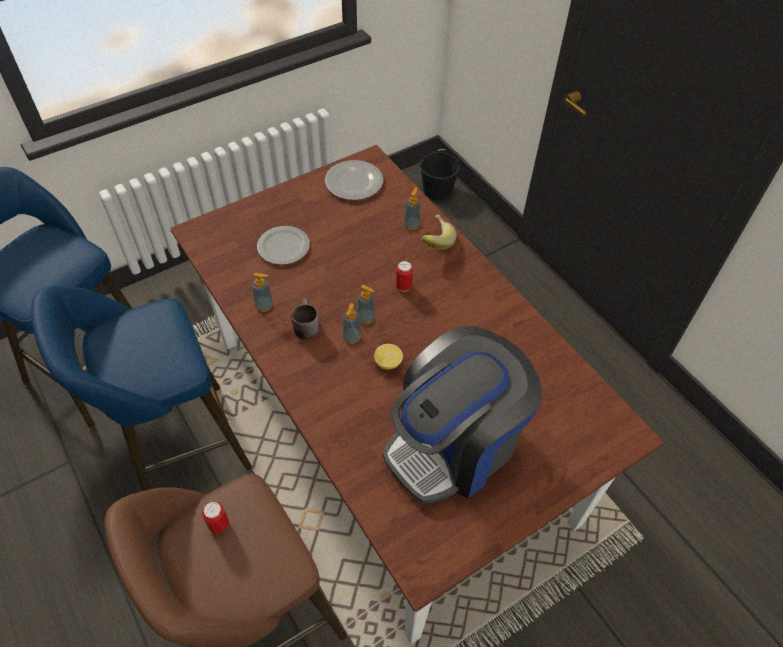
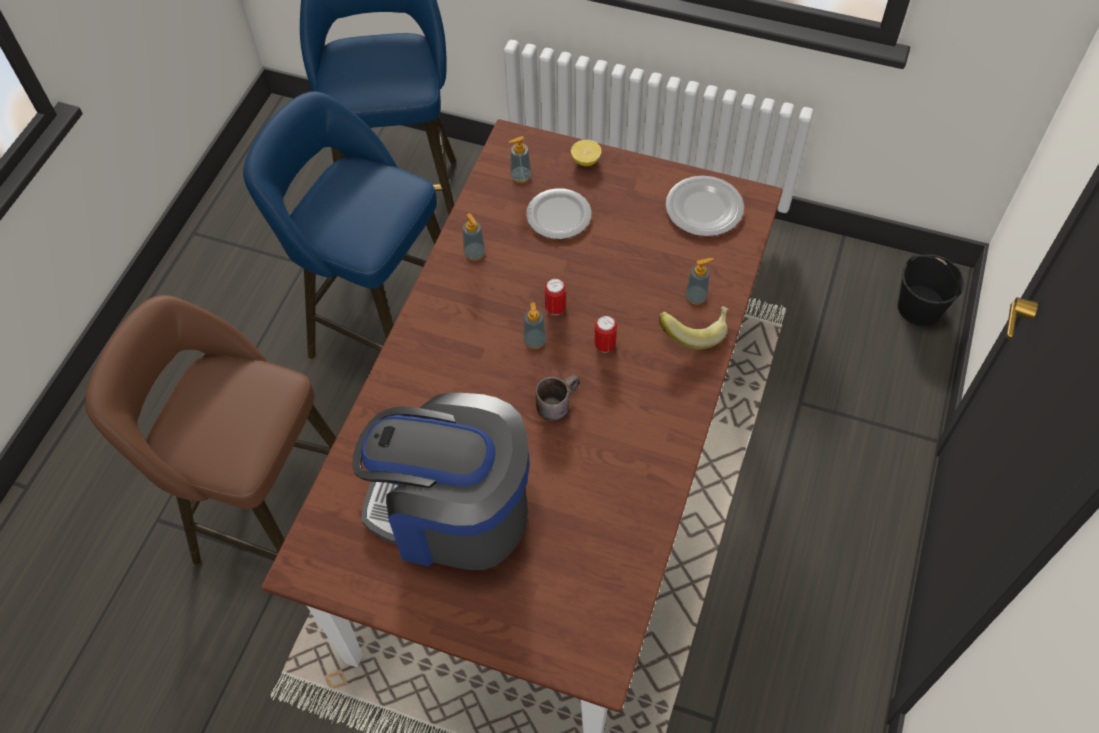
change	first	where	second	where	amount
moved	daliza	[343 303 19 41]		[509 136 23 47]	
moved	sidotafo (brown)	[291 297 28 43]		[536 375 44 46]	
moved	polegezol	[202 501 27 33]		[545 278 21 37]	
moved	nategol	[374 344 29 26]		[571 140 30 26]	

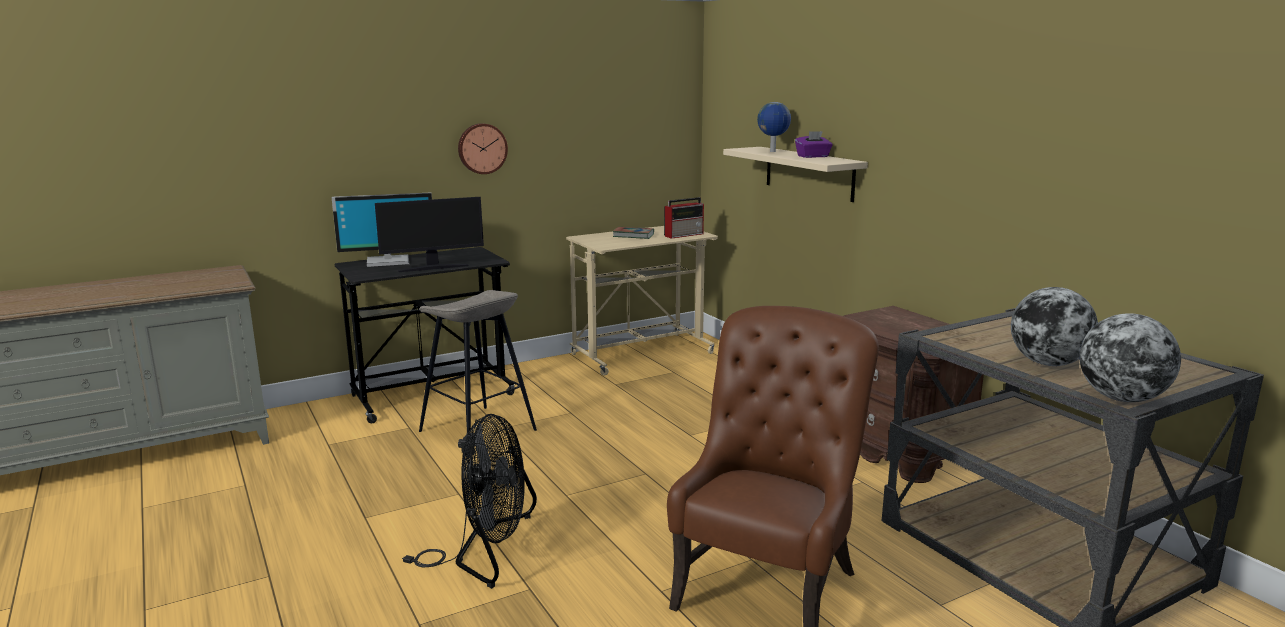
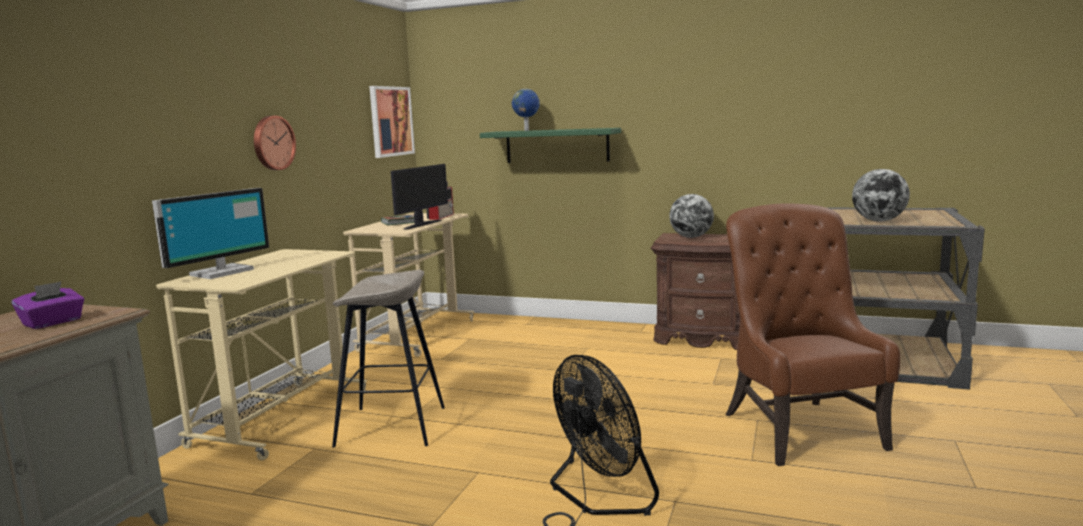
change	first	where	second	where	amount
moved	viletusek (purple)	[795 131 38 27]		[12 281 72 48]	
recoloured	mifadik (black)	[334 247 181 176]	mifadik (beige)	[156 249 211 211]	
added			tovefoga	[369 86 46 72]	
moved	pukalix	[375 197 109 75]		[391 164 57 66]	
recoloured	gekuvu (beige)	[723 147 145 55]	gekuvu (green)	[480 128 141 35]	
moved	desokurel	[1079 313 102 89]		[669 194 45 44]	

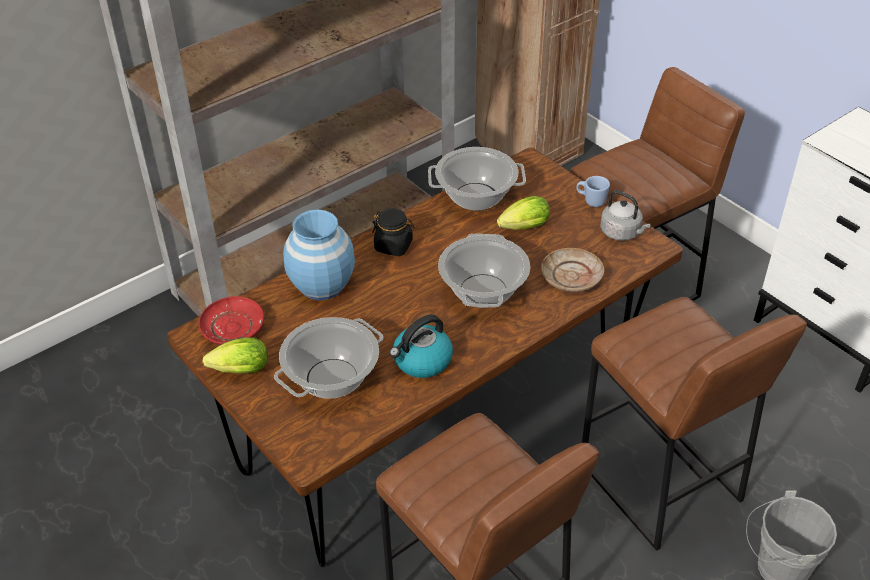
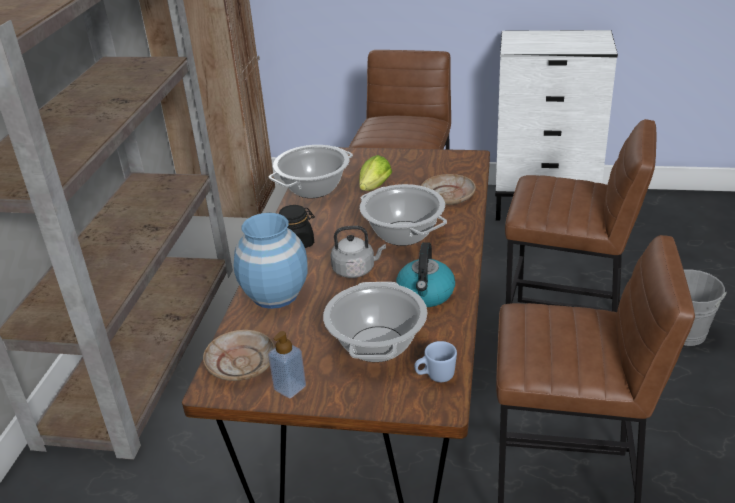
change	first	where	second	where	amount
recoloured	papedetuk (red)	[198 296 66 49]	papedetuk (beige)	[203 330 72 51]	
replaced	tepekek	[202 337 65 37]	daliza	[268 331 38 67]	
moved	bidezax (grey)	[600 190 51 51]		[330 226 56 52]	
moved	sidotafo (blue)	[577 176 33 31]		[414 341 43 41]	

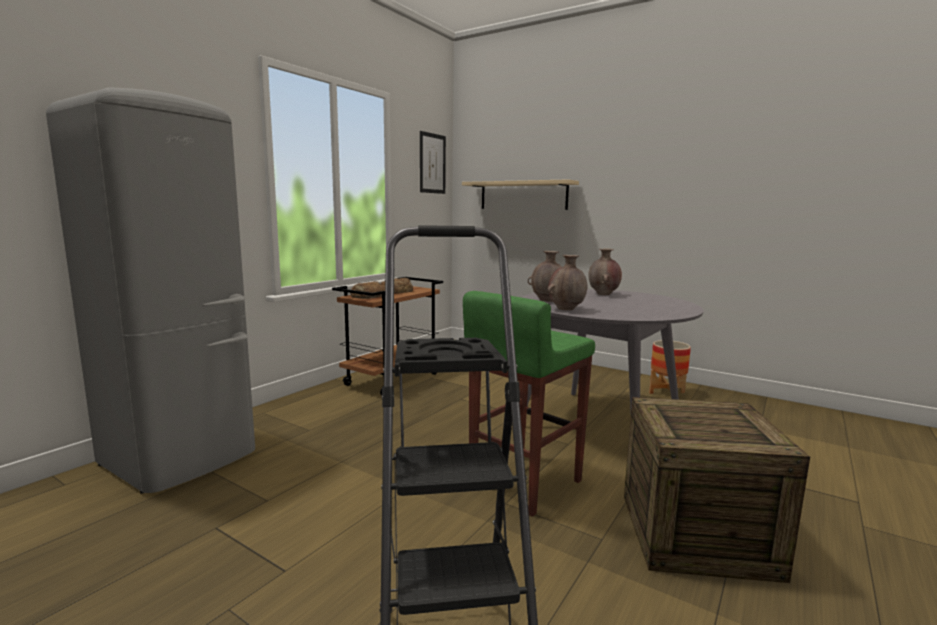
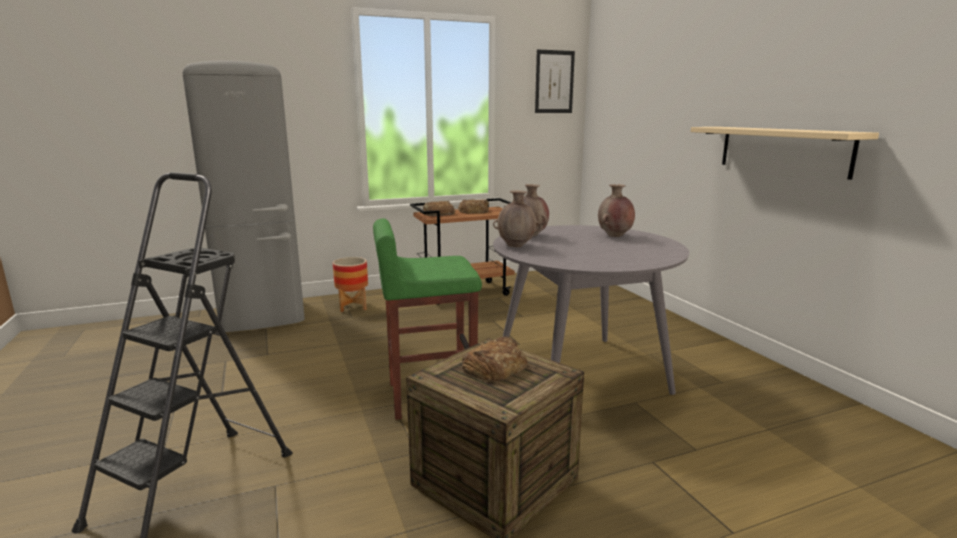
change	first	where	second	where	amount
moved	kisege	[649 340 42 54]		[333 257 35 55]	
added			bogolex	[462 337 66 44]	
moved	gekuvu (beige)	[462 179 117 31]		[690 127 189 53]	

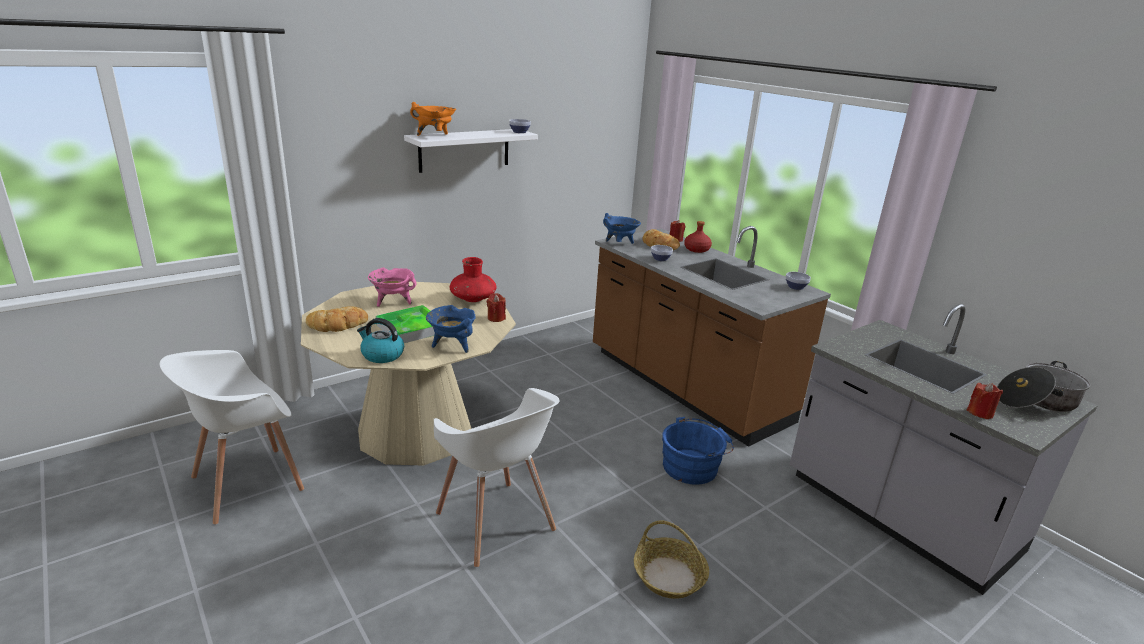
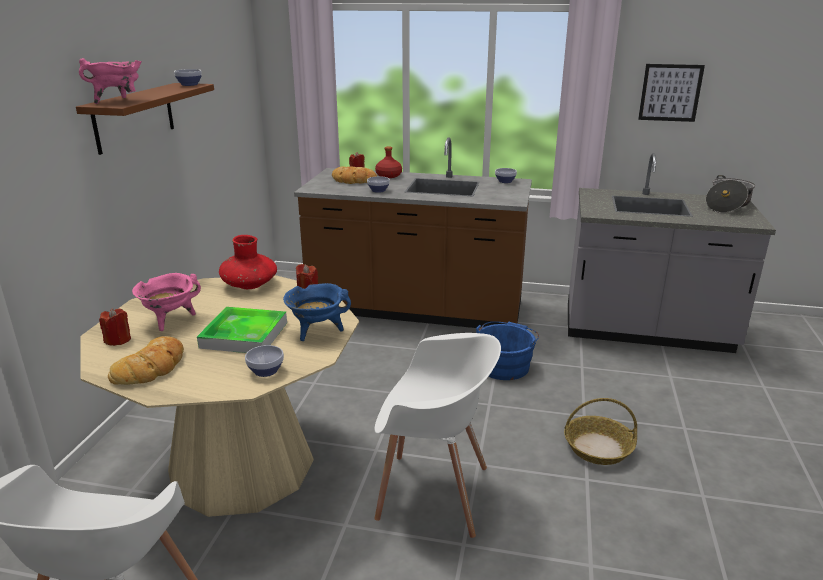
change	first	where	second	where	amount
recoloured	gekuvu (white)	[404 129 134 44]	gekuvu (brown)	[76 83 138 72]	
recoloured	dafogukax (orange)	[410 102 46 34]	dafogukax (pink)	[79 58 63 46]	
moved	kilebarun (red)	[967 383 36 36]		[99 308 32 38]	
replaced	bidezax	[357 318 47 45]	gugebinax	[245 345 39 32]	
added			tovefoga	[638 64 67 58]	
removed	dafogukax (blue)	[603 213 38 31]			

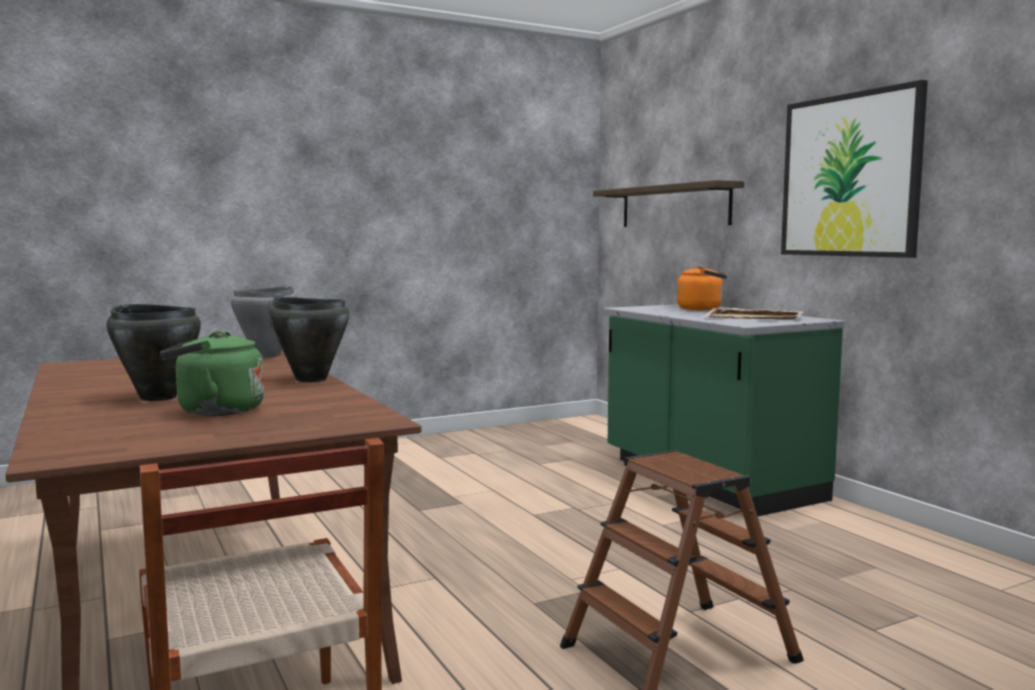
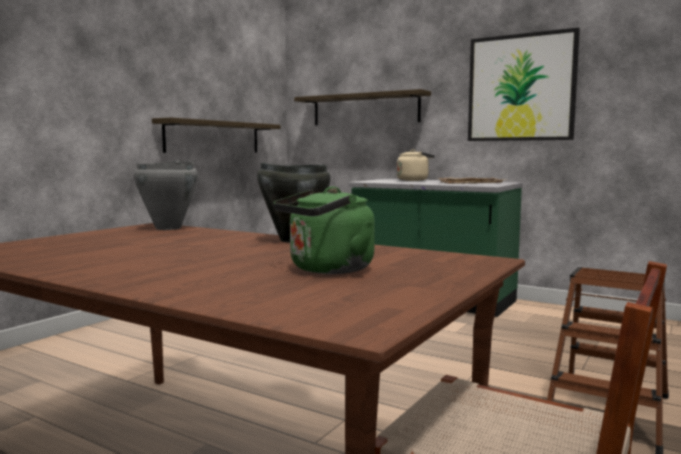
change	first	where	second	where	amount
added			gekuvu	[152 117 129 36]	
recoloured	bidezax (orange)	[677 265 50 45]	bidezax (beige)	[397 149 38 32]	
removed	dafogukax (black)	[106 304 95 97]			

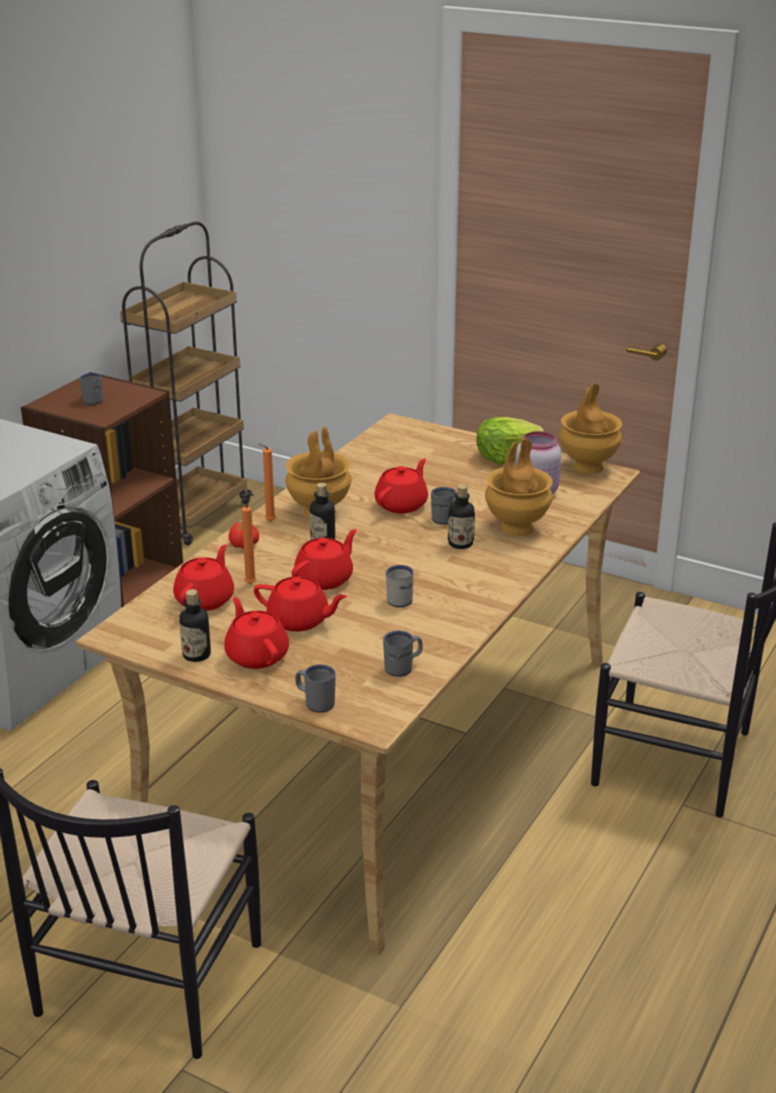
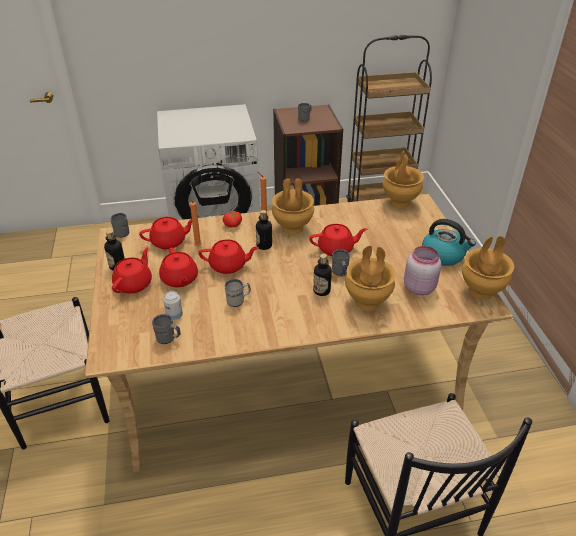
change	first	where	second	where	amount
moved	sidotafo (grey)	[295 664 41 49]		[110 213 19 25]	
added			polegezol	[163 291 20 29]	
added			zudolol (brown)	[383 151 41 57]	
replaced	tepekek	[476 417 68 48]	bidezax	[422 219 54 47]	

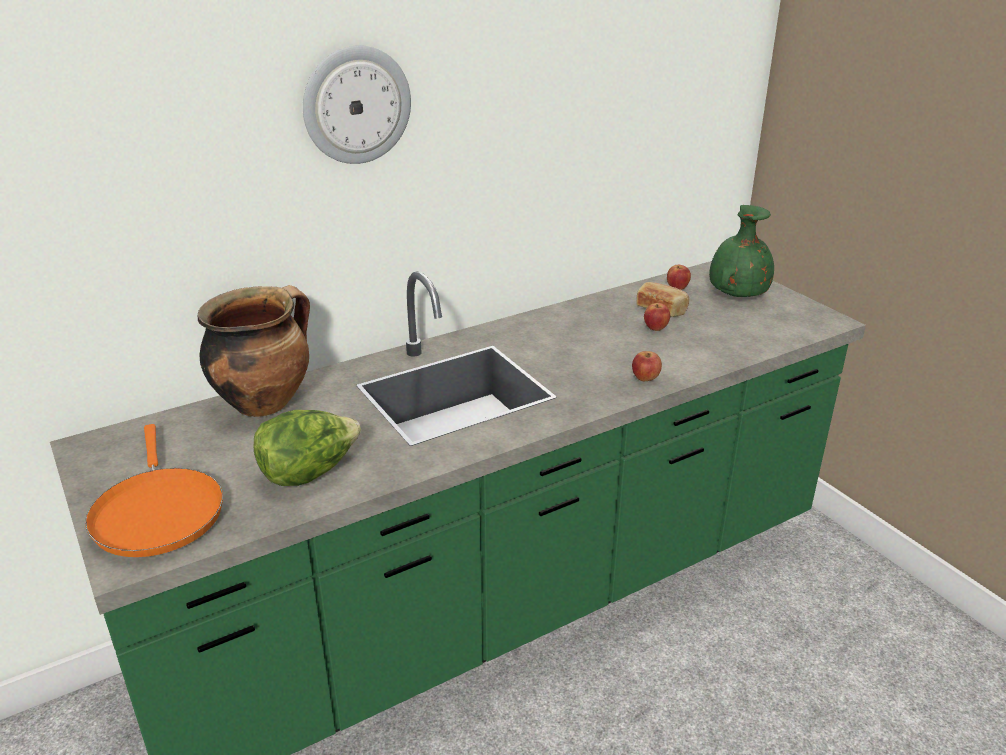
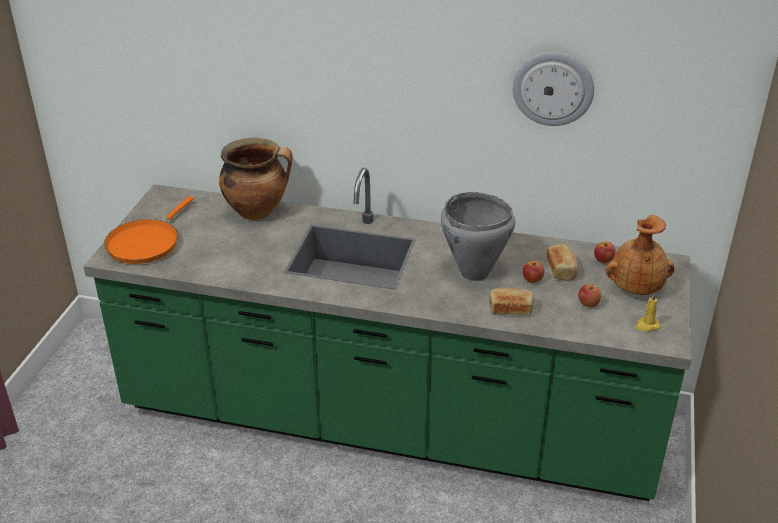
change	first	where	second	where	amount
added			dafogukax (grey)	[441 192 74 89]	
added			bogolex	[489 288 45 28]	
moved	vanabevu	[303 45 108 119]		[512 52 82 74]	
moved	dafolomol	[632 351 30 30]		[578 284 23 23]	
recoloured	zudolol (green)	[709 205 65 92]	zudolol (brown)	[605 215 69 80]	
added			kilebarun (yellow)	[635 292 25 40]	
removed	tepekek	[254 410 107 76]			

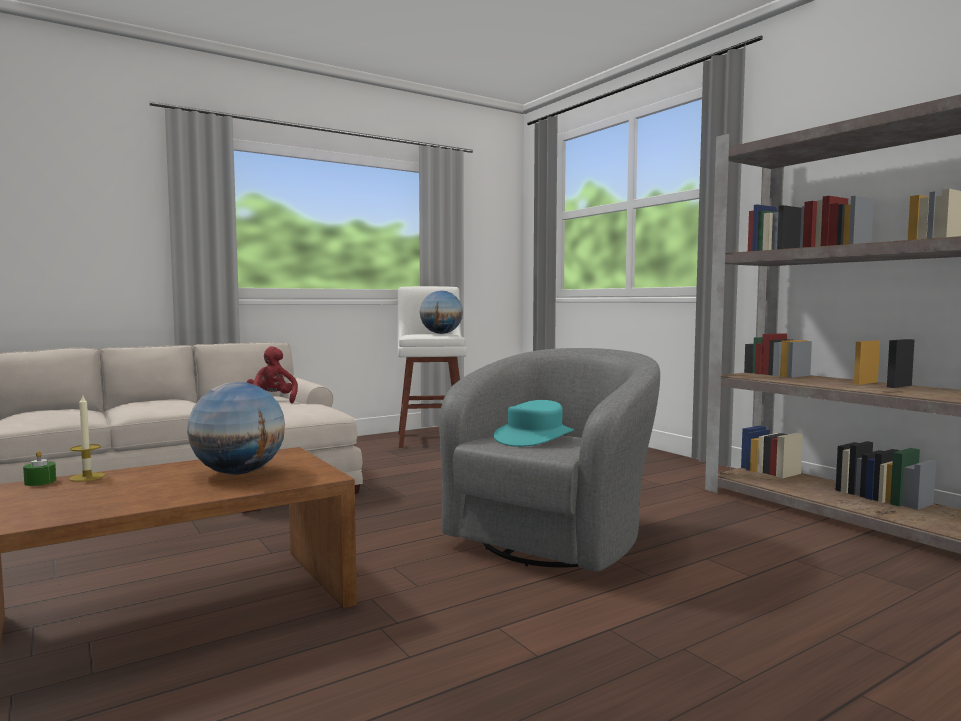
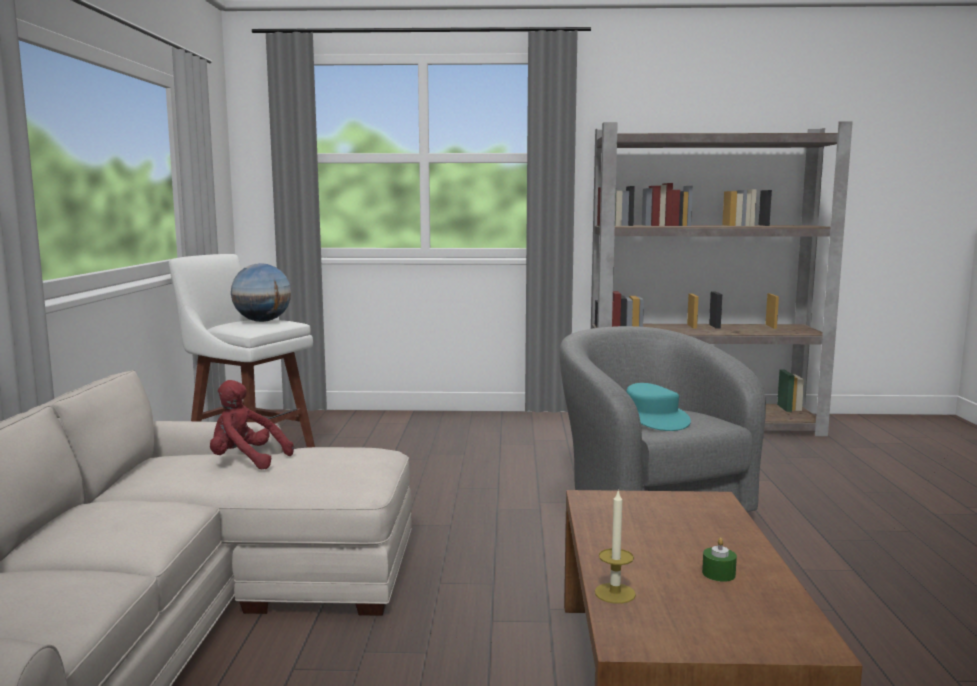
change	first	where	second	where	amount
moved	kilebarun (green)	[23 451 33 35]		[702 538 35 44]	
removed	desokurel	[187 382 98 93]			

